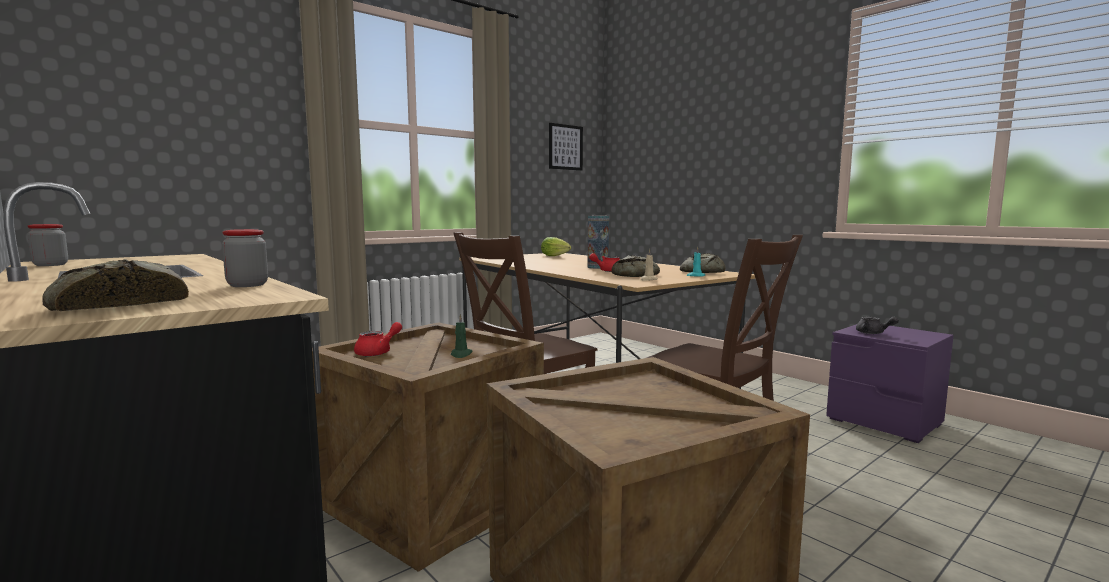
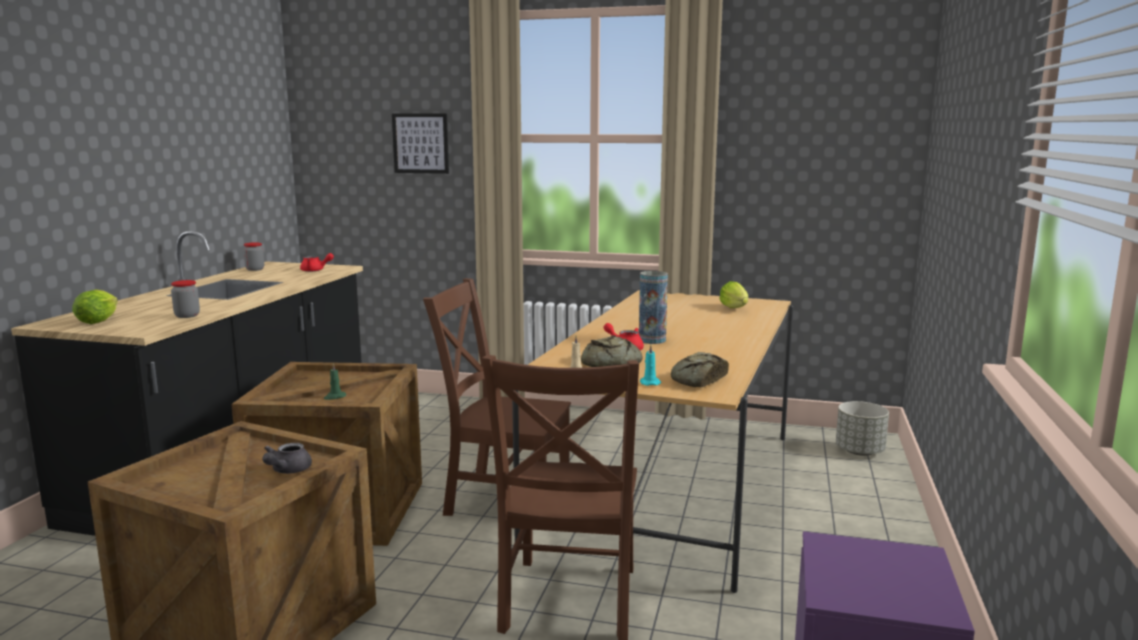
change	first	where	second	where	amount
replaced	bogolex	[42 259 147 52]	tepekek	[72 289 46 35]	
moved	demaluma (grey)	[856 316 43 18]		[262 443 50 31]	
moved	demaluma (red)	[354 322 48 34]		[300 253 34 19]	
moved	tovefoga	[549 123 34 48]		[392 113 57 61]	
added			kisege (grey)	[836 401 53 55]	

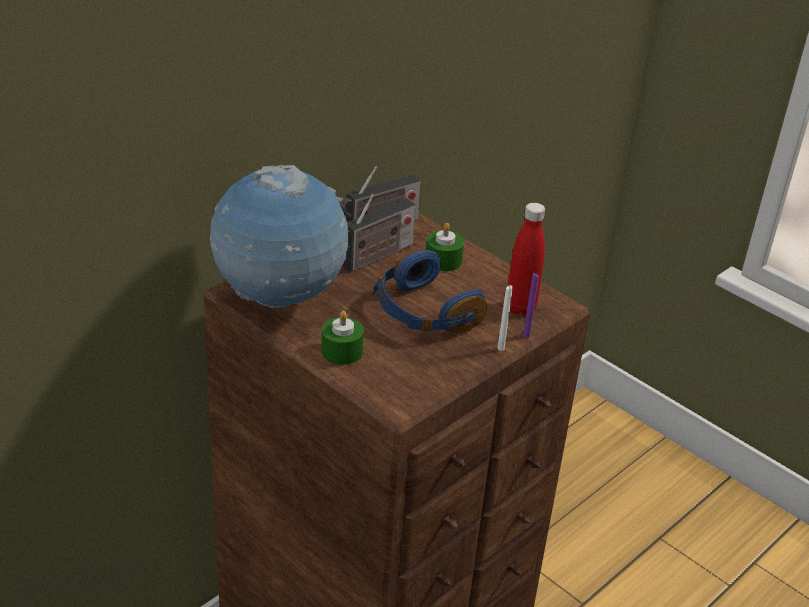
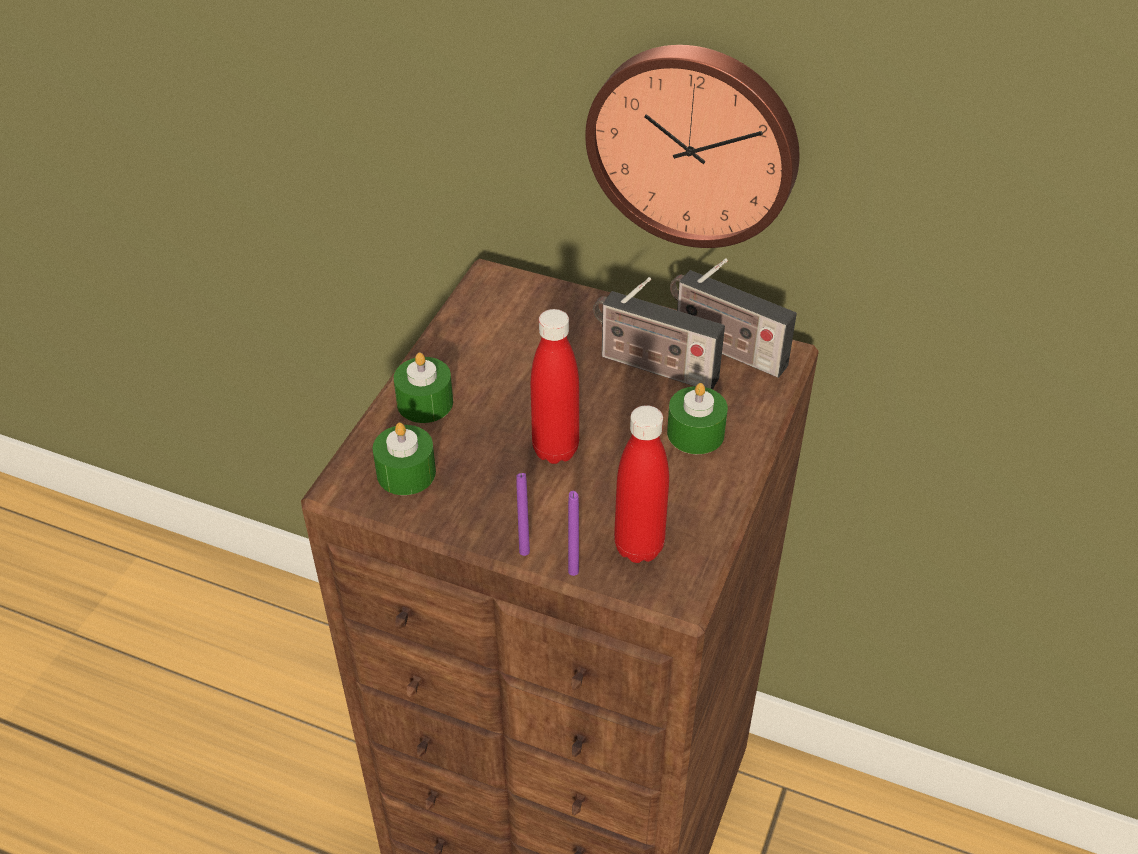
change	first	where	second	where	amount
added			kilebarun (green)	[373 422 63 73]	
recoloured	kilebarun (white)	[498 285 15 66]	kilebarun (purple)	[516 473 14 83]	
replaced	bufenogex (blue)	[373 249 114 84]	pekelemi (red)	[531 309 48 155]	
added			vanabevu	[585 45 215 203]	
removed	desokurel	[209 165 139 143]			

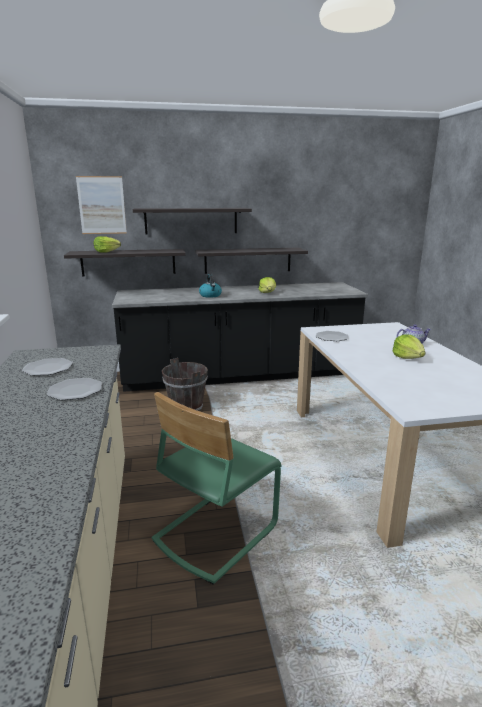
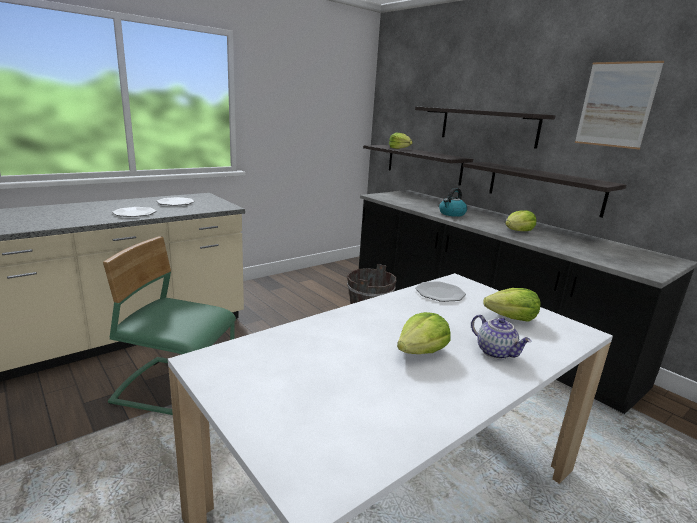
change	first	where	second	where	amount
added			tepekek	[483 288 57 34]	
moved	tovefoga	[76 176 51 58]		[575 61 89 89]	

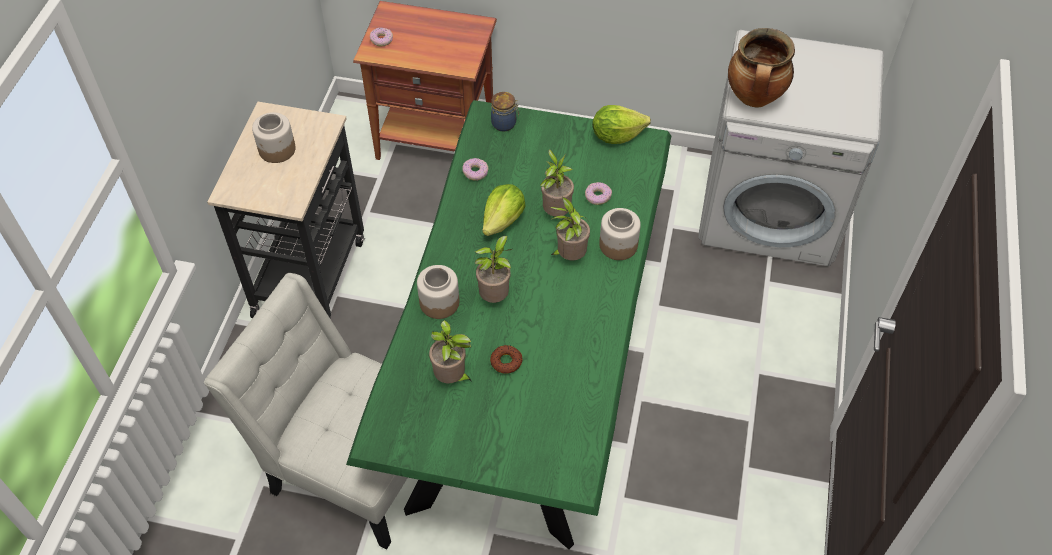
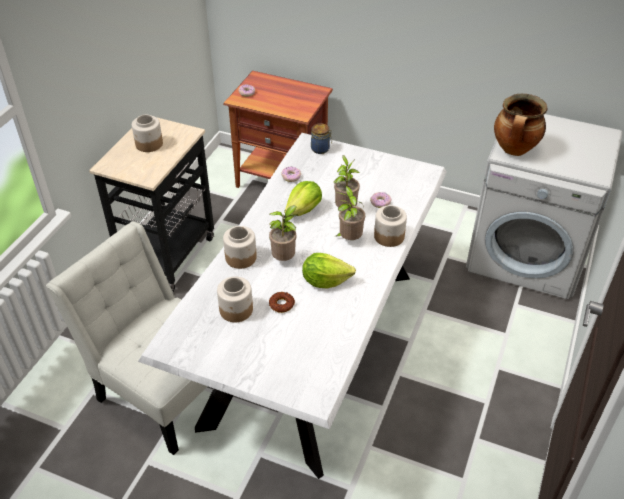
change	first	where	second	where	amount
recoloured	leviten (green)	[346 100 325 449]	leviten (white)	[138 133 309 346]	
replaced	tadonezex	[429 320 43 63]	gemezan	[217 276 36 46]	
moved	tepekek	[592 105 59 39]		[302 253 54 35]	

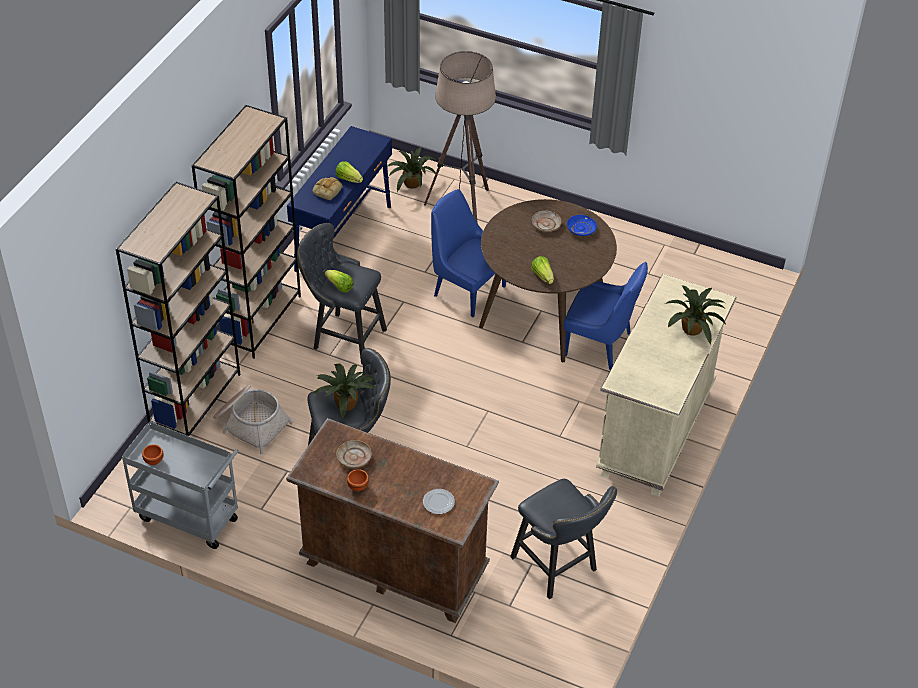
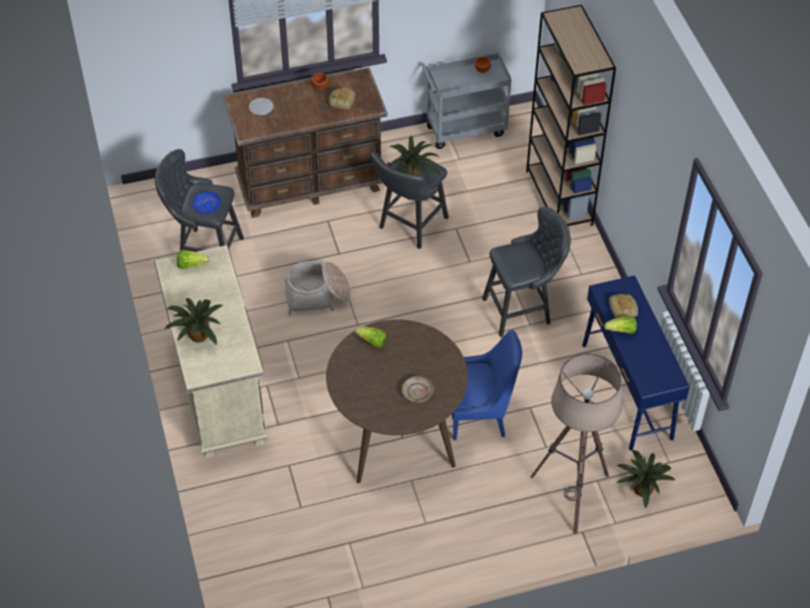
change	first	where	second	where	amount
moved	tepekek	[325 270 28 23]		[177 250 32 19]	
moved	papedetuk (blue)	[567 215 30 21]		[192 192 29 22]	
moved	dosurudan	[213 385 80 69]		[284 261 67 54]	
replaced	papedetuk (beige)	[336 440 36 28]	bogolex	[329 87 26 23]	
removed	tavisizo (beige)	[192 105 109 253]			
removed	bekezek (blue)	[564 262 84 108]			

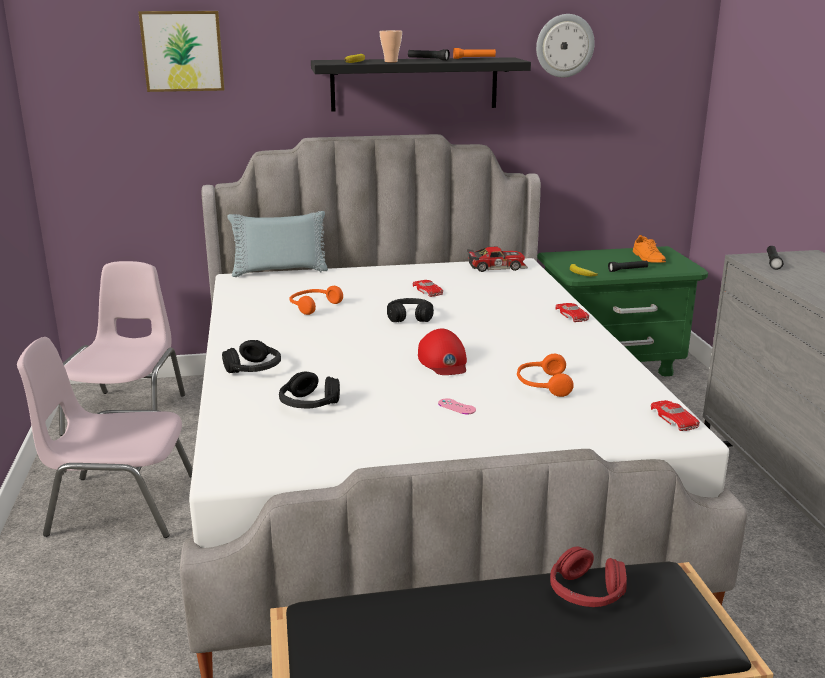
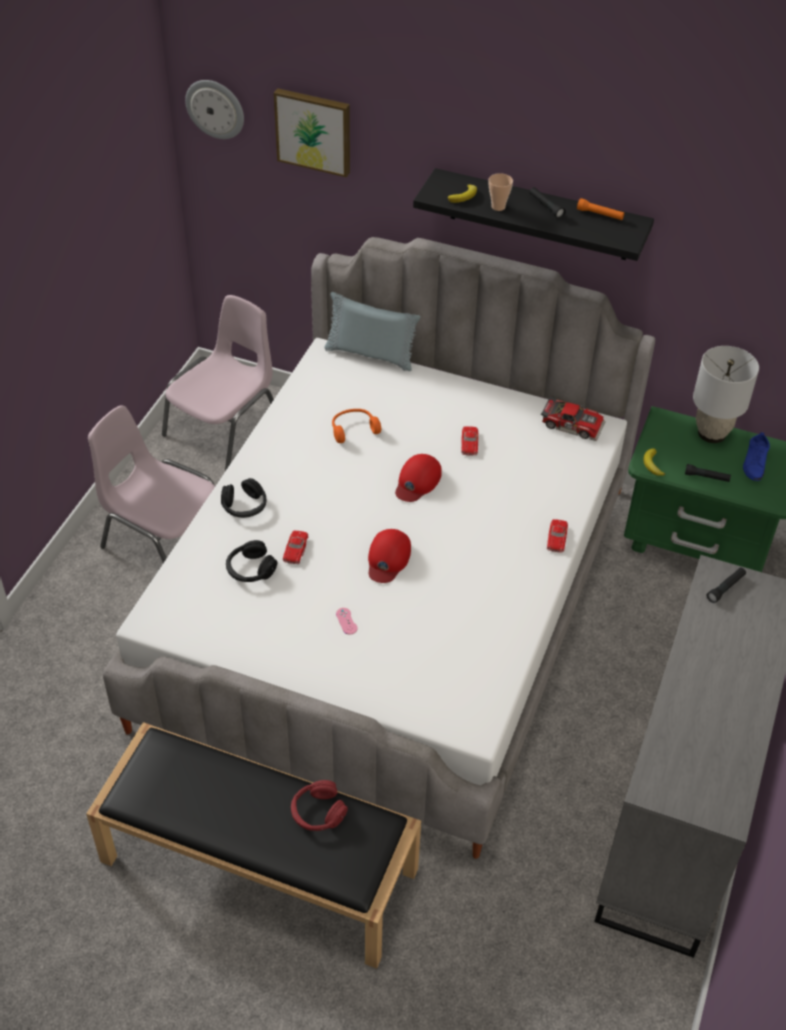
change	first	where	second	where	amount
moved	vanabevu	[536 14 59 64]		[185 80 59 59]	
moved	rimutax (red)	[650 400 50 31]		[283 530 25 34]	
replaced	bufenogex (black)	[387 298 47 24]	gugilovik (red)	[395 454 47 48]	
added			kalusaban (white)	[693 346 66 97]	
recoloured	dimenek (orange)	[633 235 33 28]	dimenek (blue)	[743 432 27 49]	
removed	bufenogex (orange)	[517 354 57 43]			

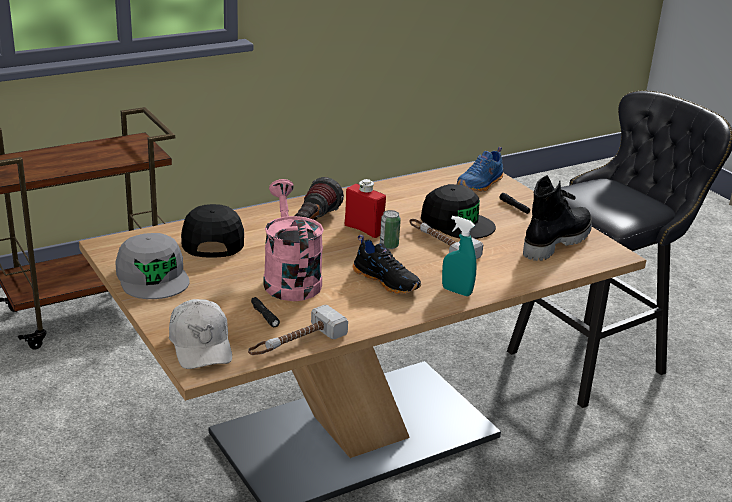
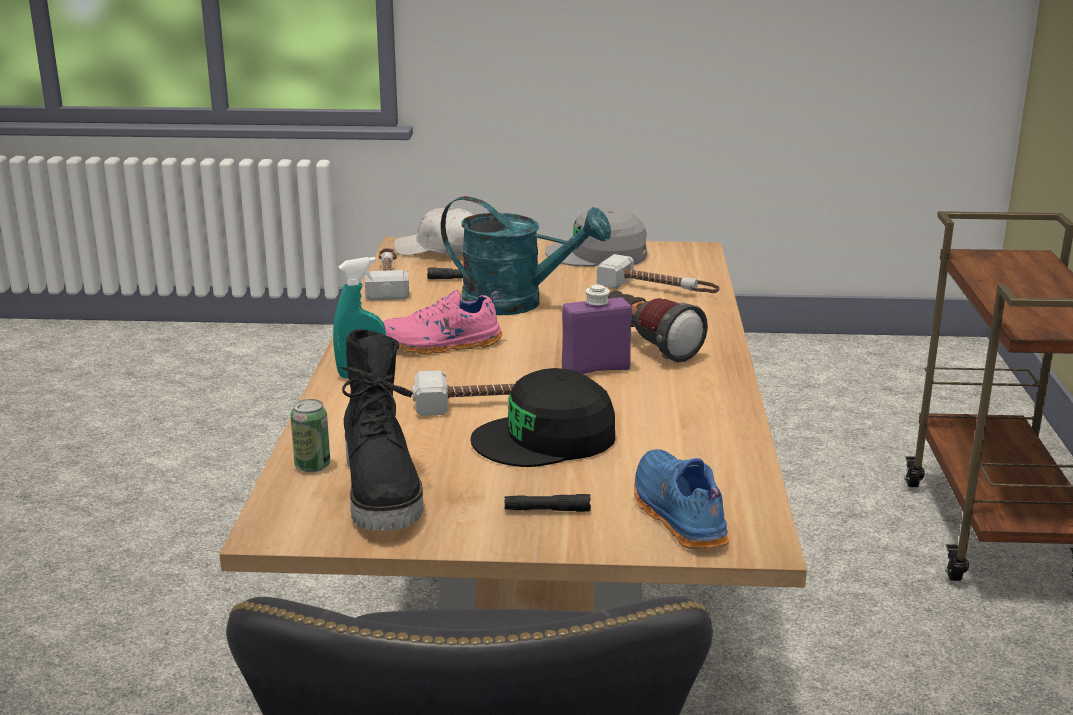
change	first	where	second	where	amount
moved	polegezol	[380 210 21 39]		[290 399 40 73]	
recoloured	dimenek (black)	[353 235 68 59]	dimenek (pink)	[383 290 119 65]	
recoloured	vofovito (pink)	[263 179 61 122]	vofovito (turquoise)	[441 196 170 119]	
recoloured	pekelemi (red)	[345 179 41 59]	pekelemi (purple)	[562 285 70 89]	
replaced	gugilovik (black)	[181 204 63 54]	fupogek	[597 254 123 39]	

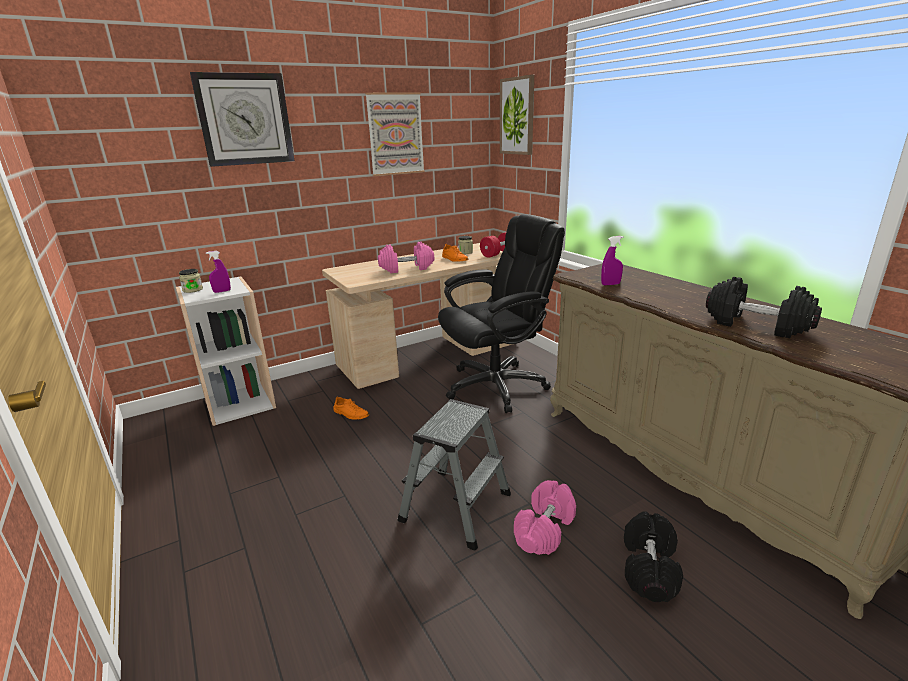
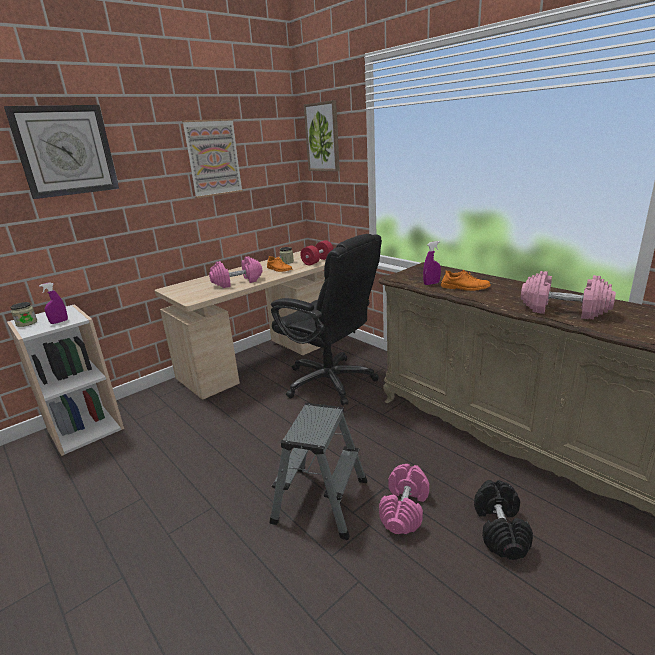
change	first	where	second	where	amount
turned	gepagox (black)	[438 214 127 199]		[271 234 111 172]	75 degrees clockwise
moved	dimenek (orange)	[333 396 36 24]		[441 270 50 21]	
recoloured	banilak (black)	[706 277 116 61]	banilak (pink)	[521 271 95 49]	

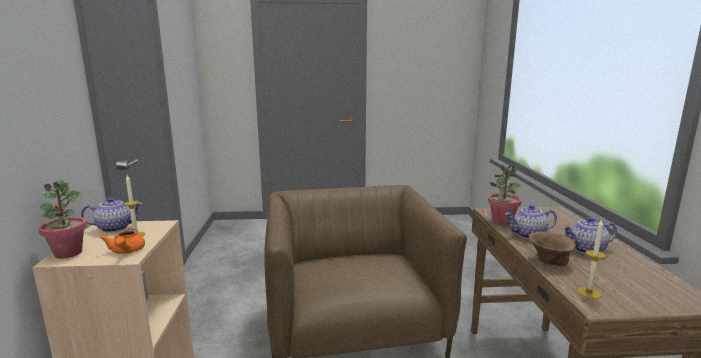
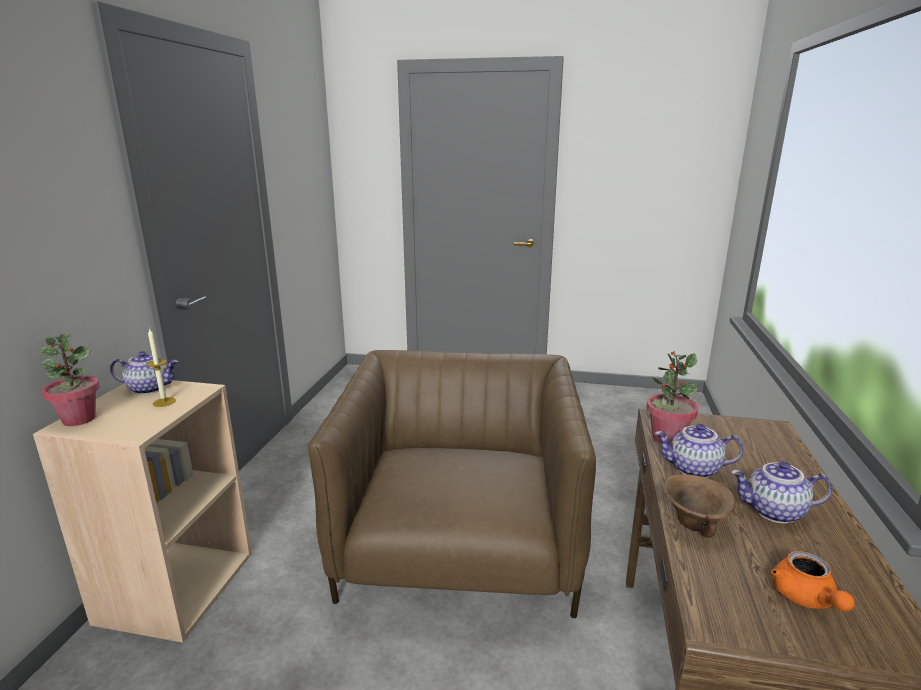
change	first	where	second	where	amount
moved	demaluma (orange)	[100 229 45 25]		[771 551 84 61]	
removed	kilebarun	[577 219 29 80]			

